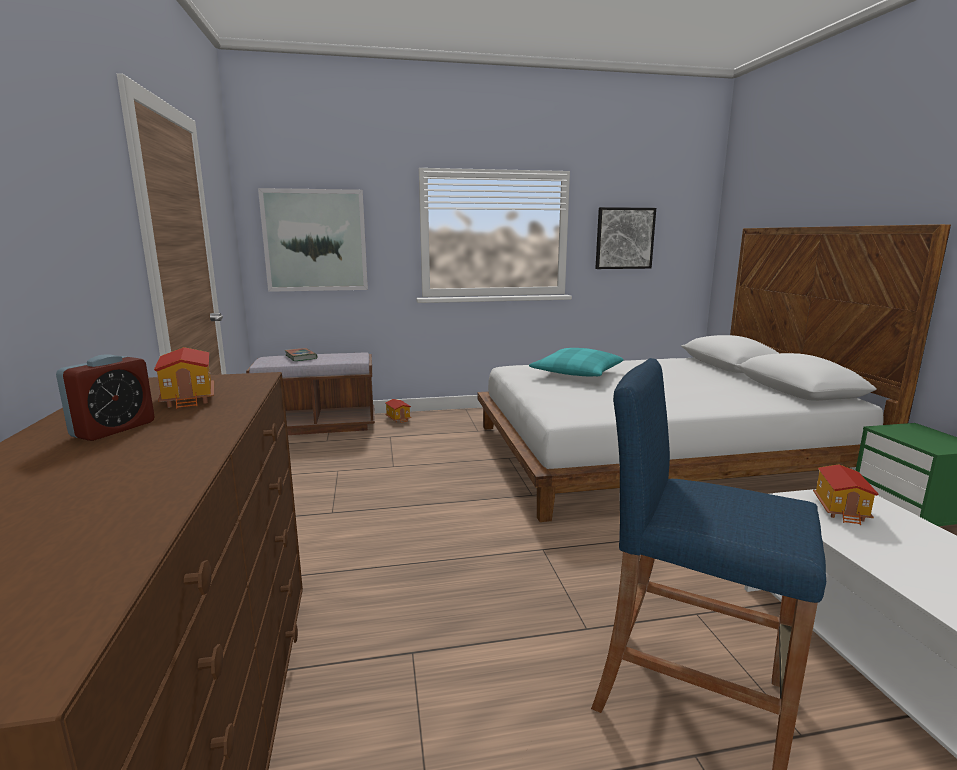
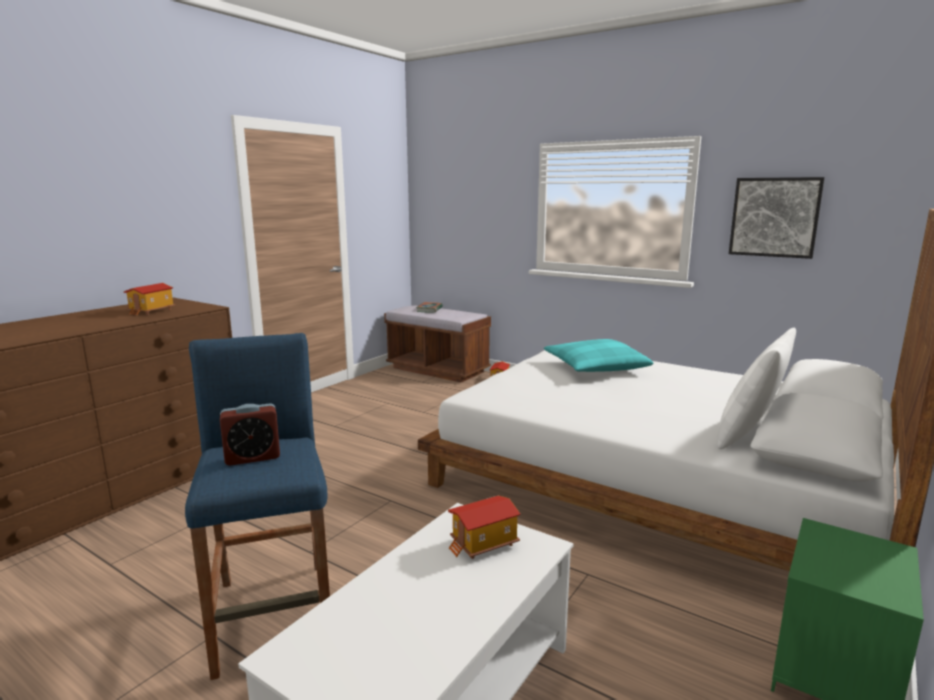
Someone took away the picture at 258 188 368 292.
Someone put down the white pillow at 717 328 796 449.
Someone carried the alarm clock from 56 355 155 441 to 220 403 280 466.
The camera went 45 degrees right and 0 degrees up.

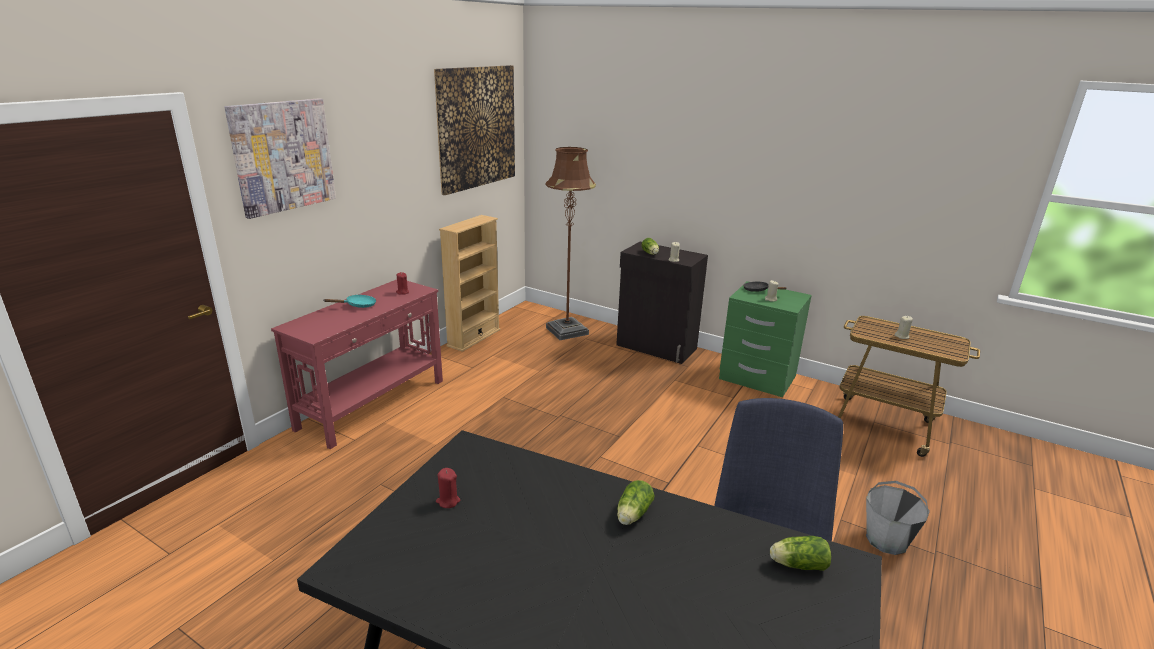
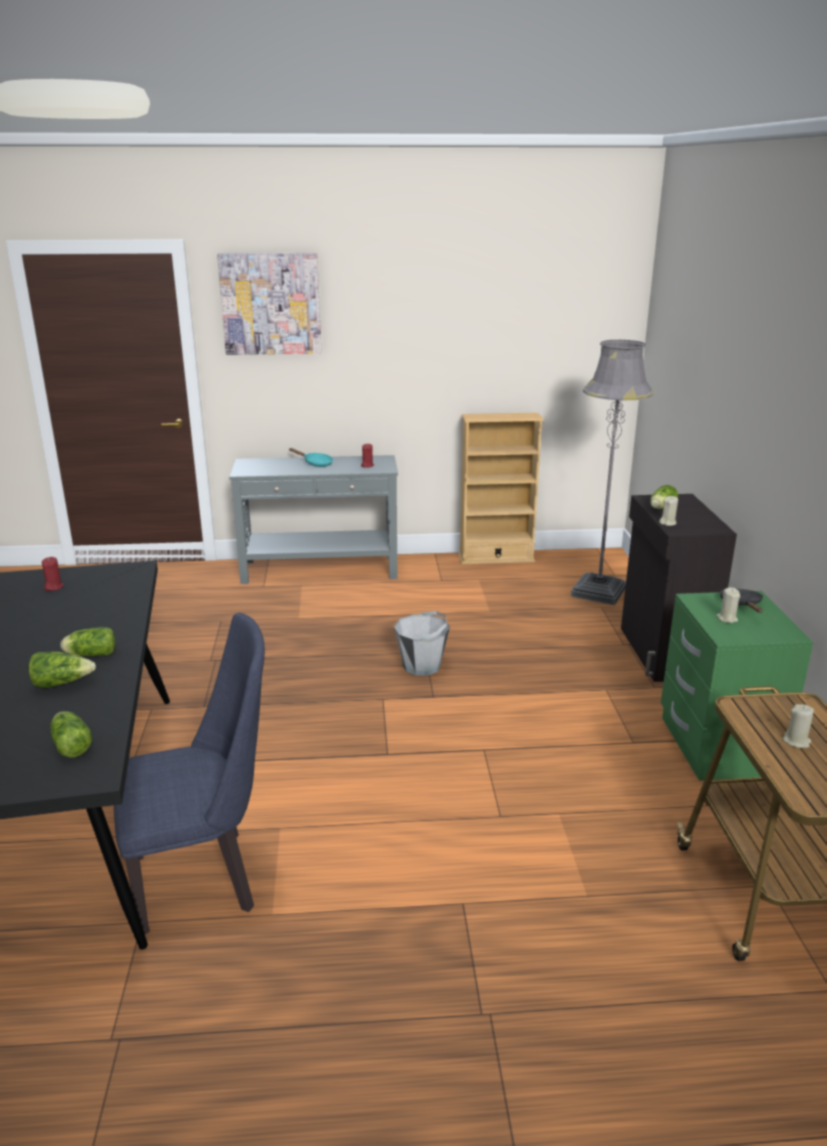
Someone took away the picture at 434 65 515 195.
Someone put down the lettuce at 29 652 96 688.
Someone carried the grey bucket from 866 481 930 555 to 394 611 450 676.
Someone repainted the red console table at 271 280 443 449, which became the grey console table at 229 455 398 584.
Someone repainted the brown floor lamp at 545 147 596 340, which became the grey floor lamp at 571 340 654 606.
The camera went 55 degrees right and 0 degrees up.

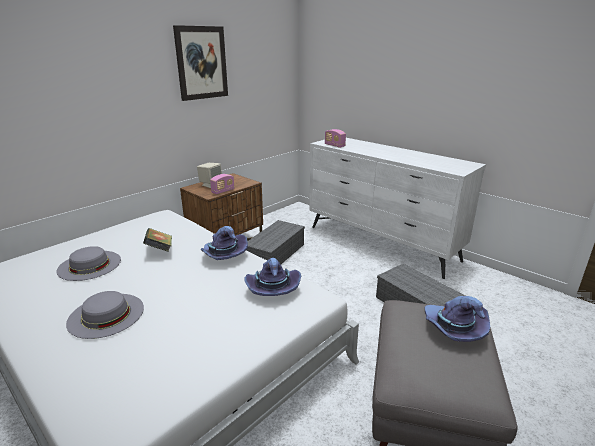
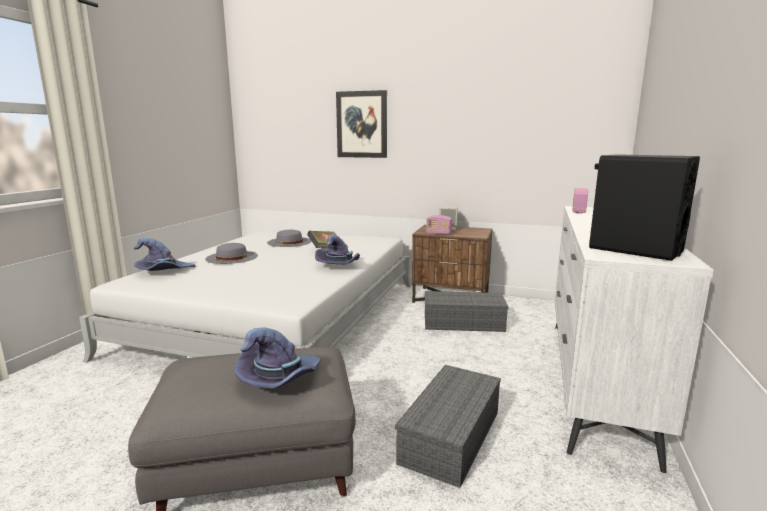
Someone put down the black speaker at 589 154 700 261.
Someone carried the picture from 173 25 228 101 to 336 90 387 158.
Someone carried the purple hat from 245 258 301 296 to 134 238 195 271.
The camera went 65 degrees right and 10 degrees down.

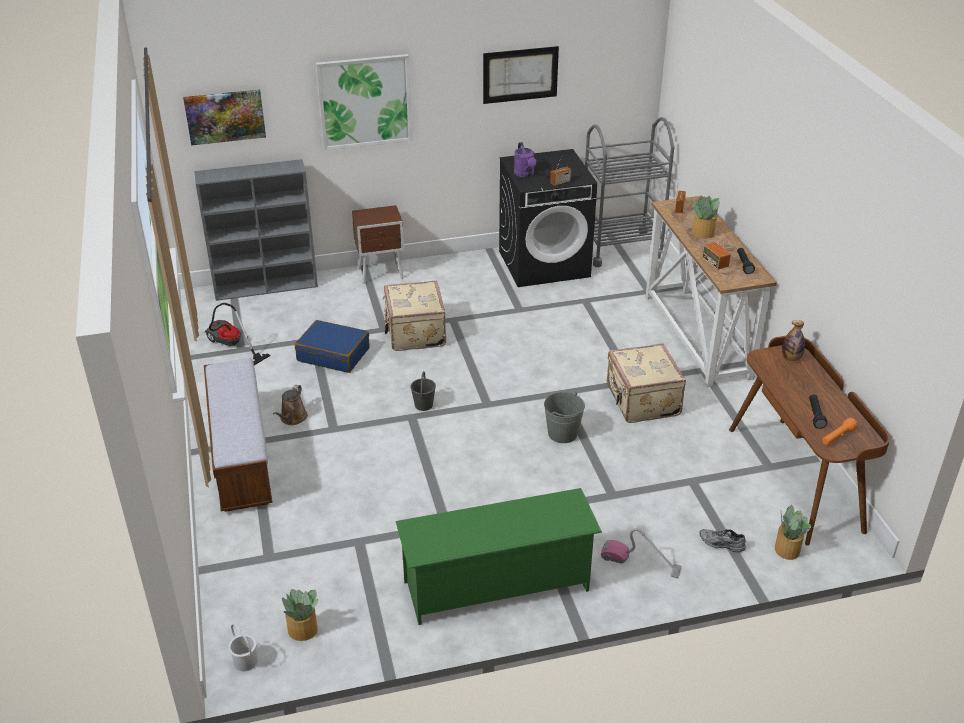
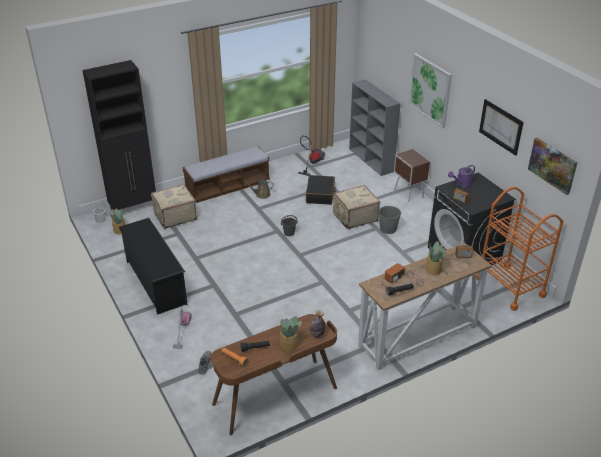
Someone put down the black cabinet at 82 60 156 210.
Someone carried the picture from 183 90 266 145 to 528 138 577 195.
Someone carried the grey bucket from 544 392 585 443 to 378 206 401 234.
Someone carried the beige suitcase from 607 343 686 423 to 151 184 197 229.
Someone carried the potted plant from 775 505 811 560 to 280 316 302 351.
Someone repainted the blue suitcase at 295 320 369 373, which became the black suitcase at 306 175 336 205.
Someone repainted the green shoe rack at 396 488 602 625, which became the black shoe rack at 119 218 187 315.
Someone repainted the grey cart at 585 117 674 267, which became the orange cart at 476 187 563 311.
The camera went 75 degrees right and 0 degrees up.

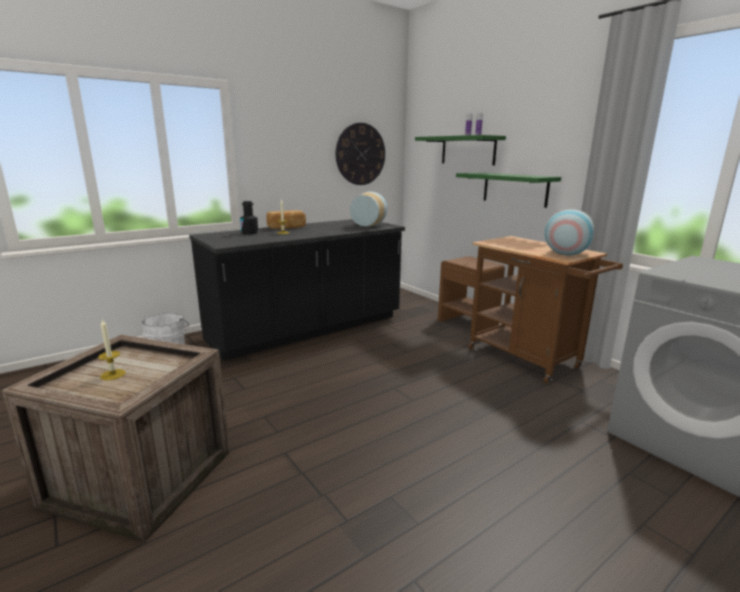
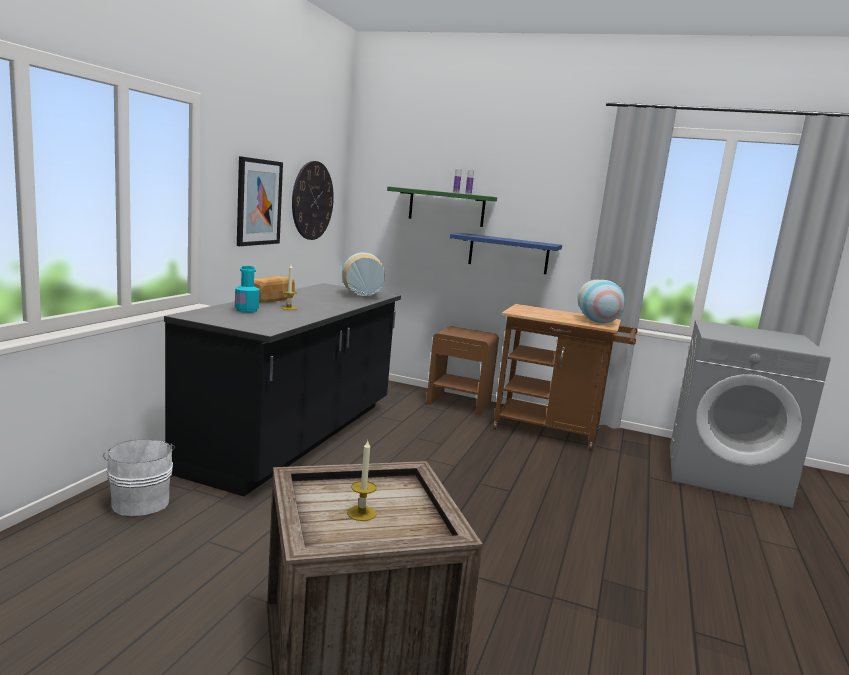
Someone put up the picture at 237 156 283 246.
Someone repainted the black bottle at 240 201 258 235, which became the turquoise bottle at 235 266 260 312.
Someone repainted the green shelf at 456 173 561 208, which became the blue shelf at 450 233 562 274.
The camera went 35 degrees left and 5 degrees down.

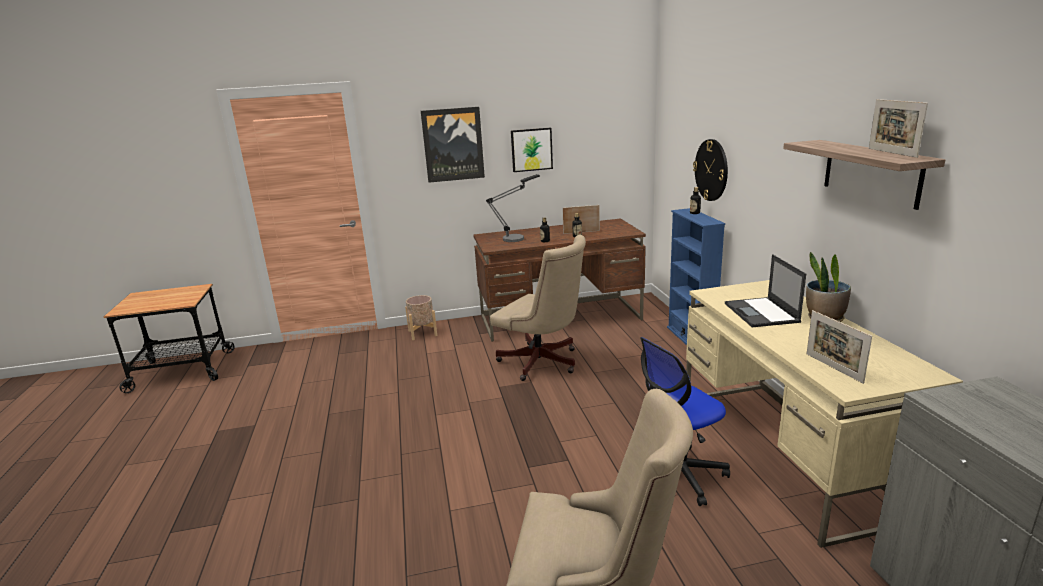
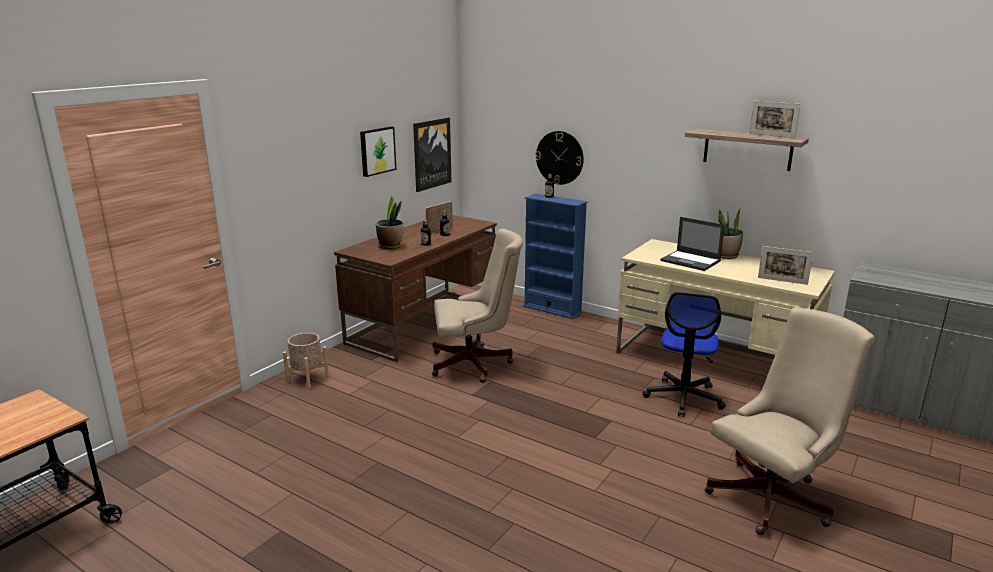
Someone carried the picture from 421 107 485 183 to 413 117 451 192.
Someone swapped the table lamp at 486 174 540 242 for the potted plant at 376 194 404 249.
The camera went 45 degrees left and 0 degrees up.

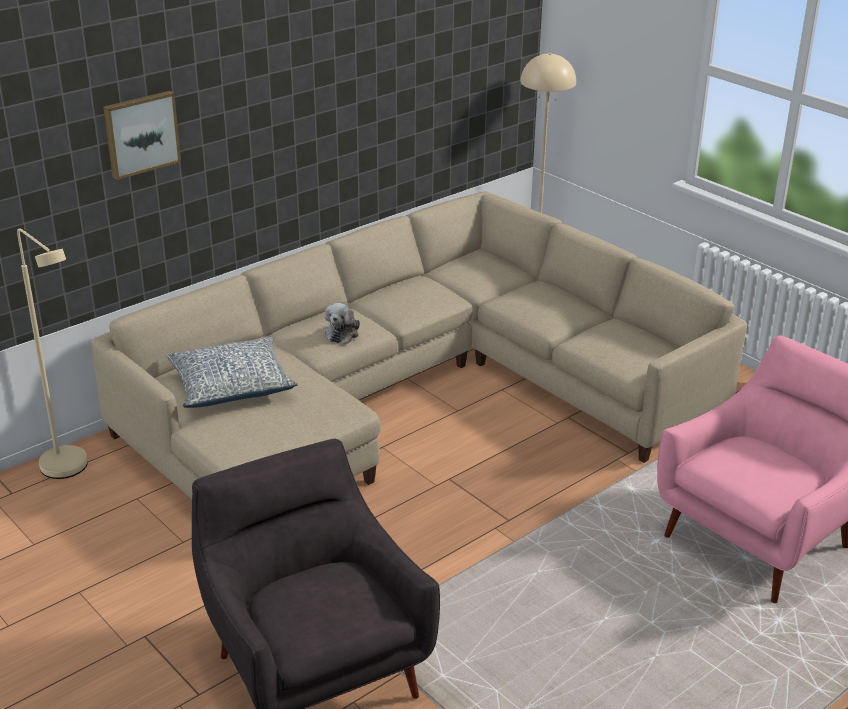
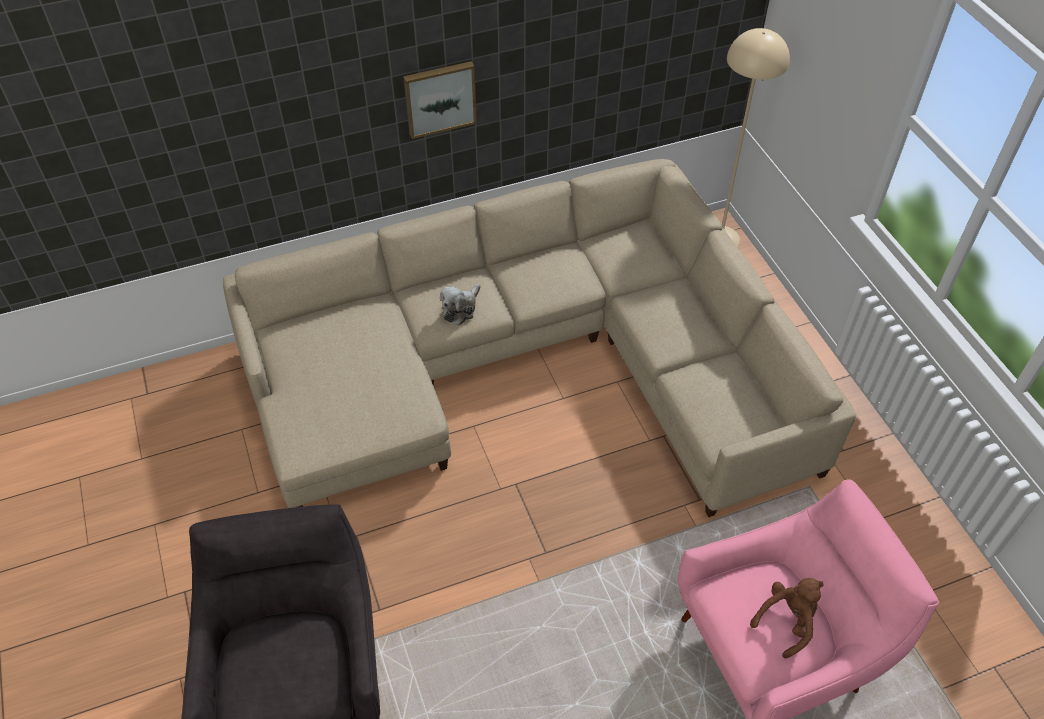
Someone took away the beige floor lamp at 17 229 88 479.
Someone took away the pillow at 166 337 298 408.
Someone put down the brown plush toy at 750 578 824 658.
Someone carried the picture from 103 91 181 180 to 403 61 477 139.
The camera went 20 degrees right and 20 degrees up.

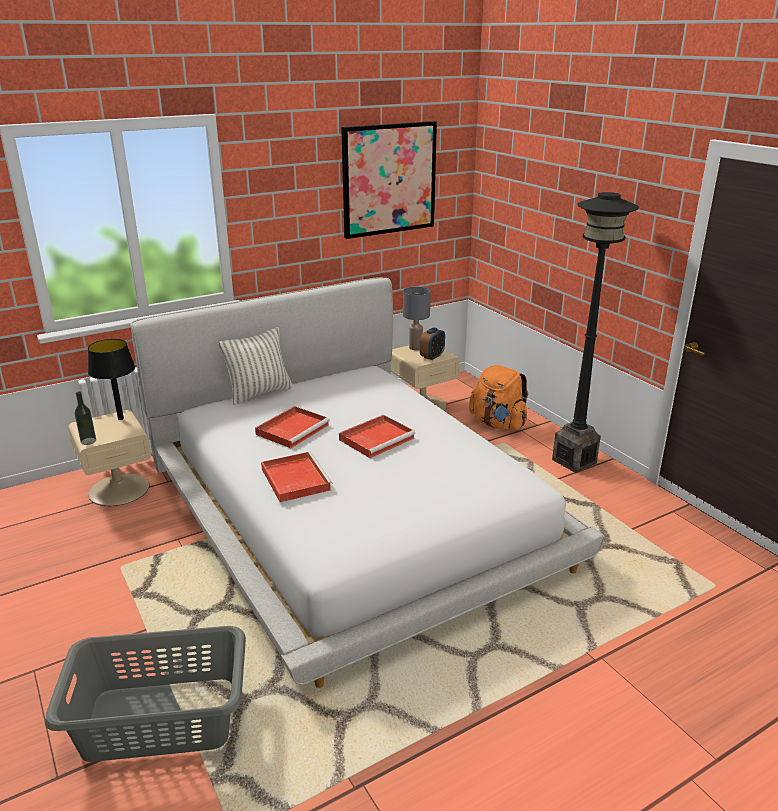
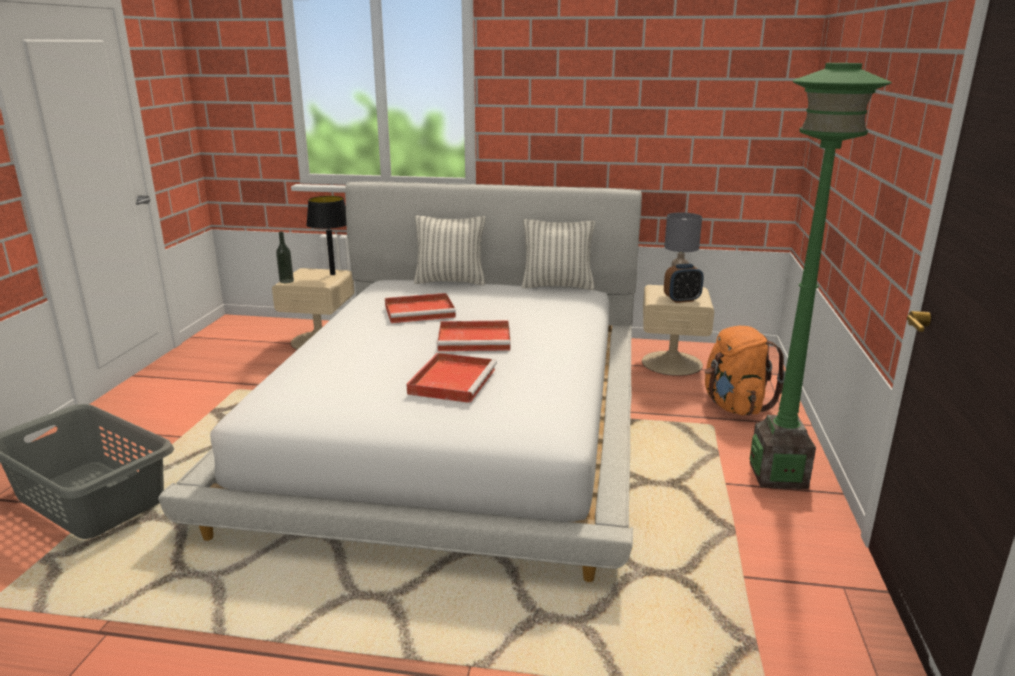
Someone took away the picture at 341 121 437 239.
Someone put down the pillow at 521 219 595 290.
Someone carried the red tray from 261 452 333 502 to 407 353 497 403.
Someone repainted the black floor lamp at 552 192 639 473, which became the green floor lamp at 750 63 892 489.
The camera went 40 degrees right and 5 degrees down.

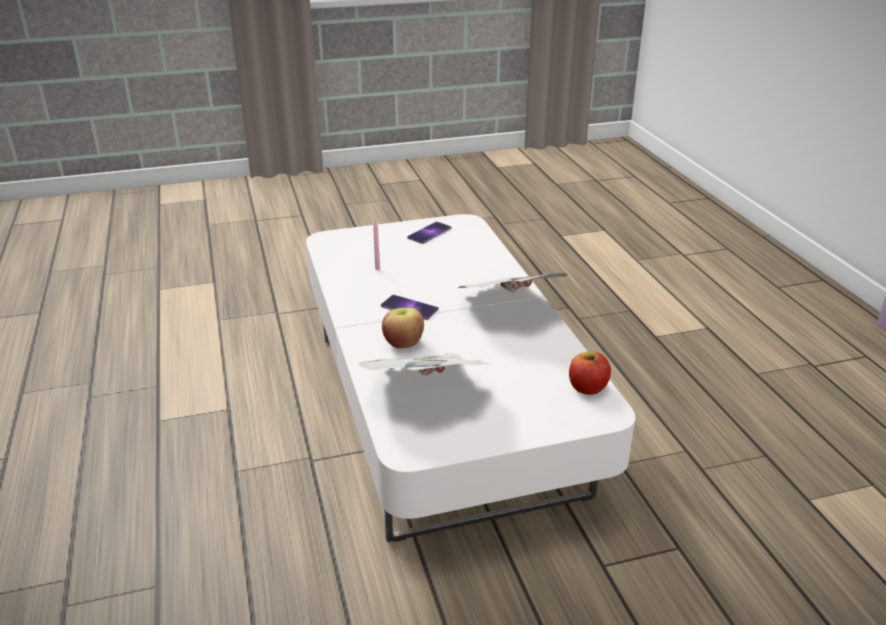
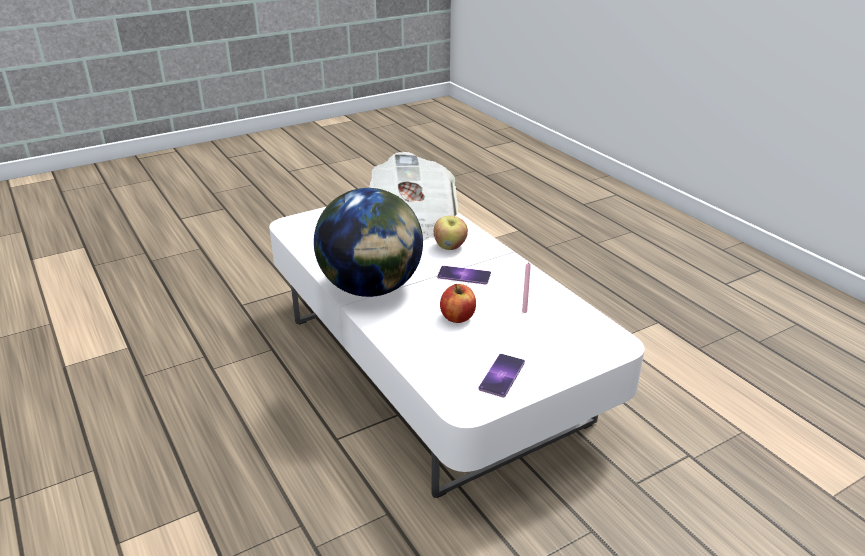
Someone carried the apple from 569 351 611 395 to 440 284 476 323.
Someone swapped the newspaper at 458 273 569 292 for the globe at 314 188 423 297.
The camera went 165 degrees right and 0 degrees up.

